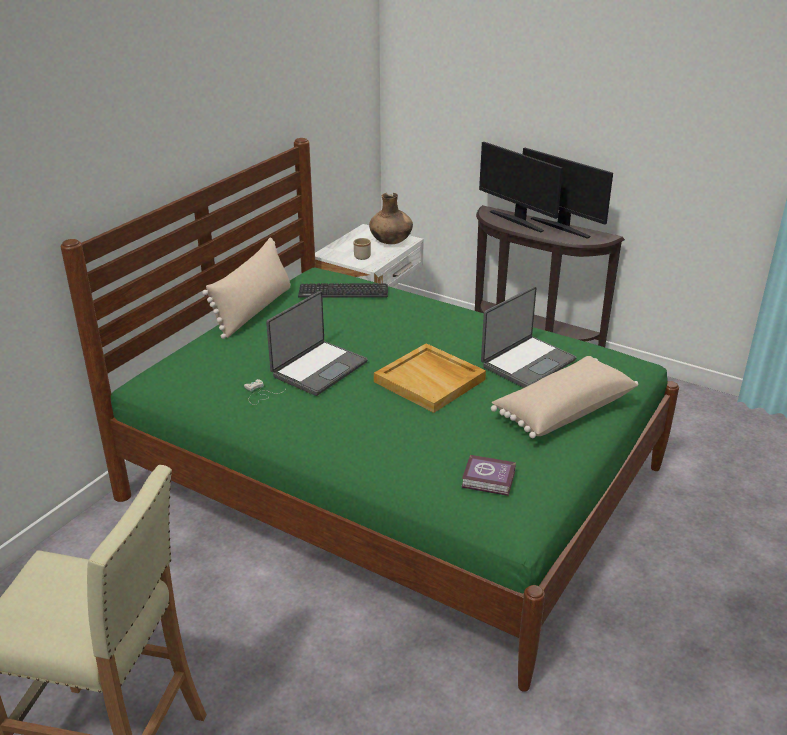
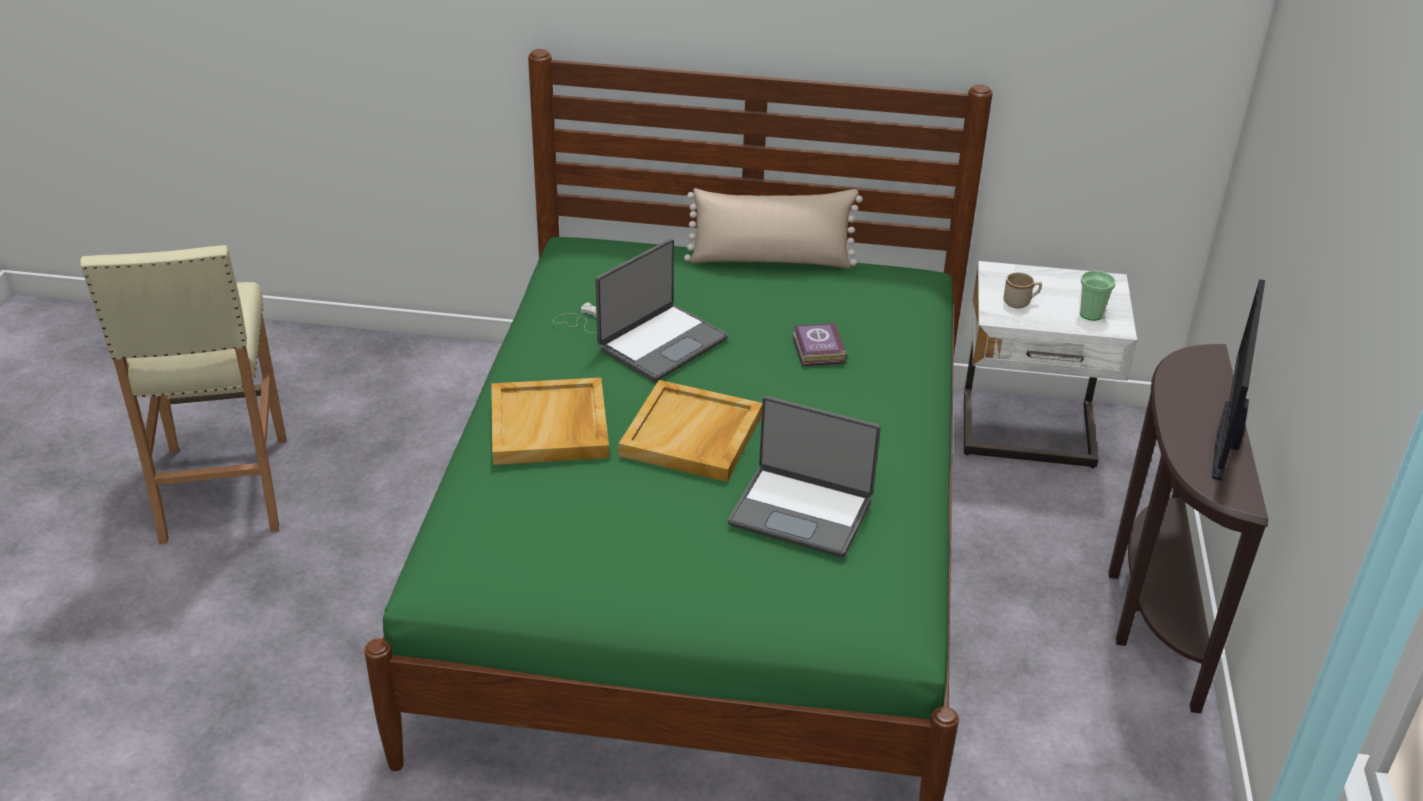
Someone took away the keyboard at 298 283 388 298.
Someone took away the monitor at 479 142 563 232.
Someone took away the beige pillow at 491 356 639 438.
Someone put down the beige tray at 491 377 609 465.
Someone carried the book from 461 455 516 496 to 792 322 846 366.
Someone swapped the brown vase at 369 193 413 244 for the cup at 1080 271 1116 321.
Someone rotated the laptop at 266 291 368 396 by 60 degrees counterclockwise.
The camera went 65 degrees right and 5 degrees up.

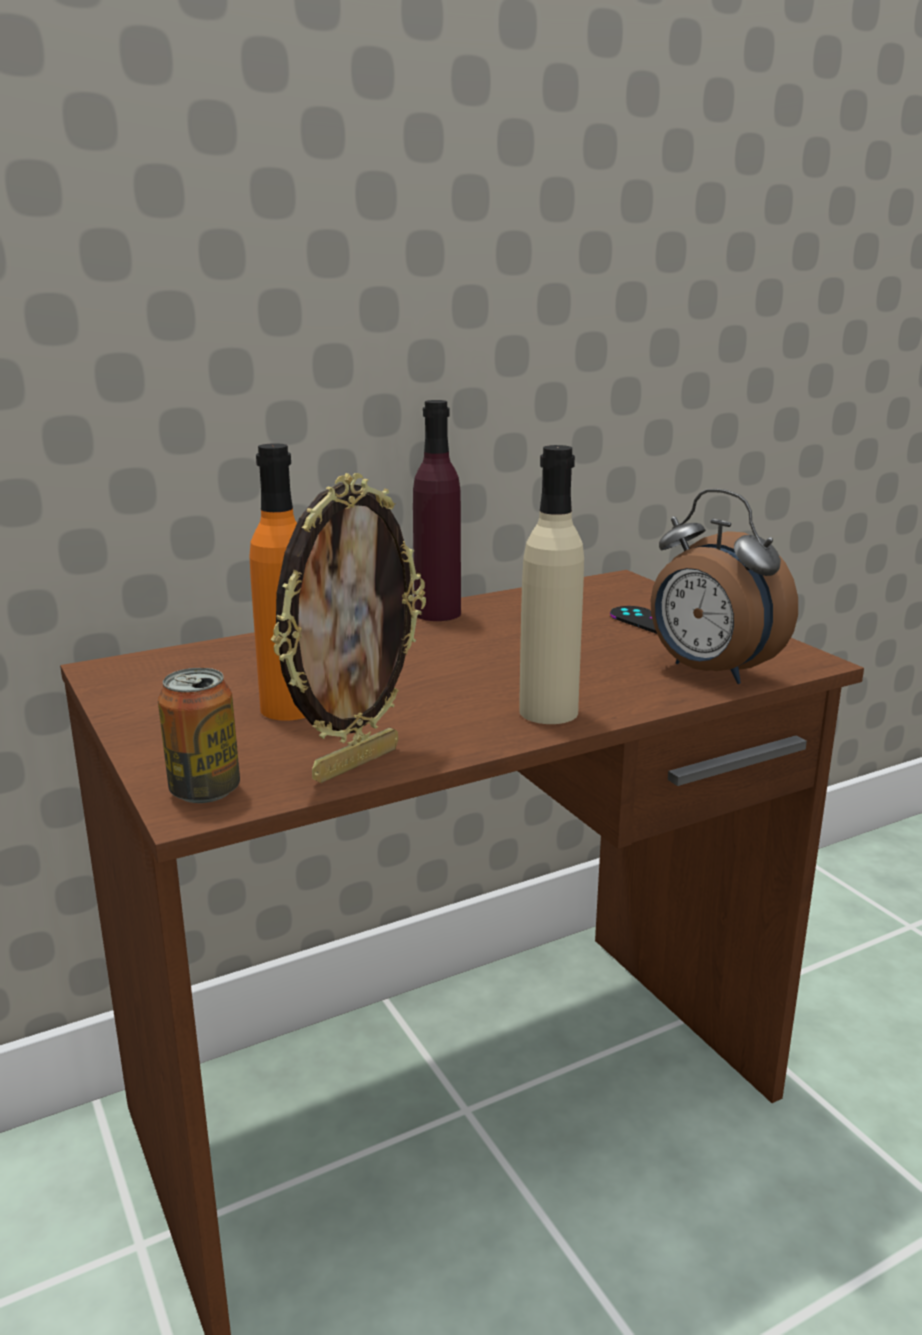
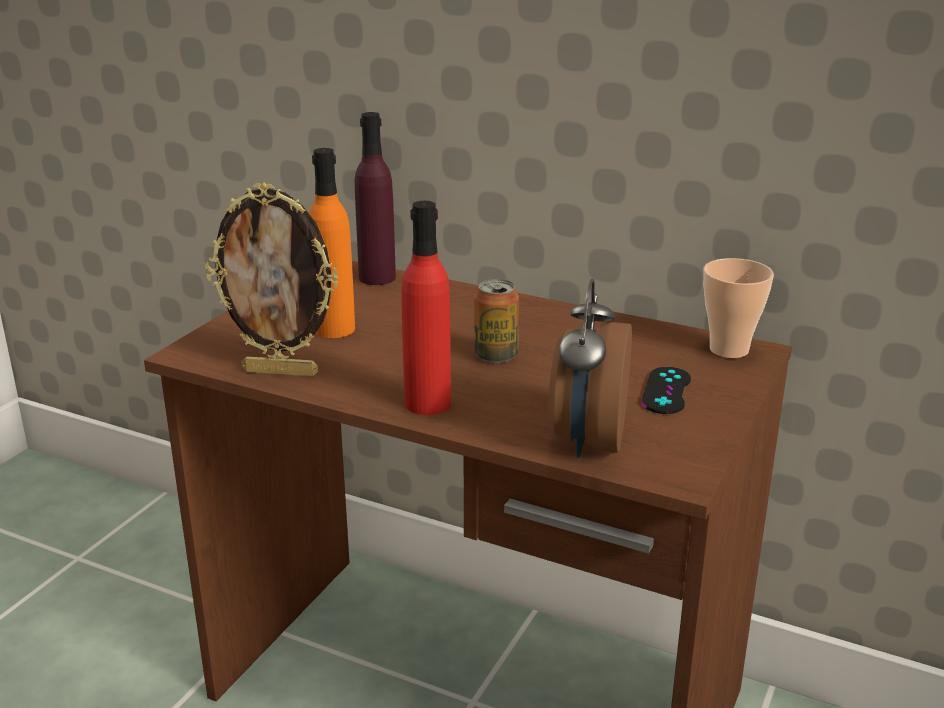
Someone put down the cup at 703 258 774 358.
Someone carried the can from 158 668 240 803 to 474 279 519 363.
Someone carried the purple bottle from 413 400 461 621 to 355 112 396 285.
Someone repainted the beige bottle at 519 445 584 724, which became the red bottle at 402 201 451 415.
The camera went 55 degrees right and 5 degrees up.

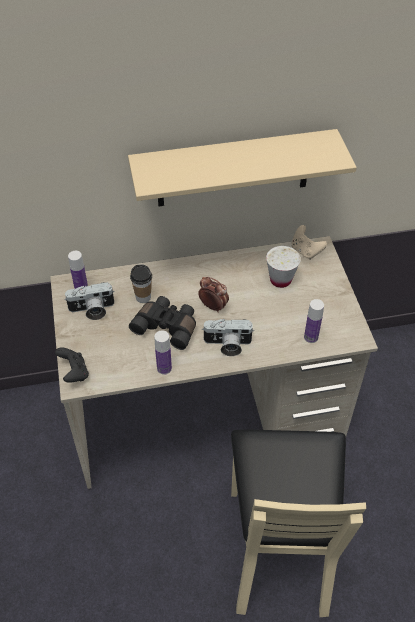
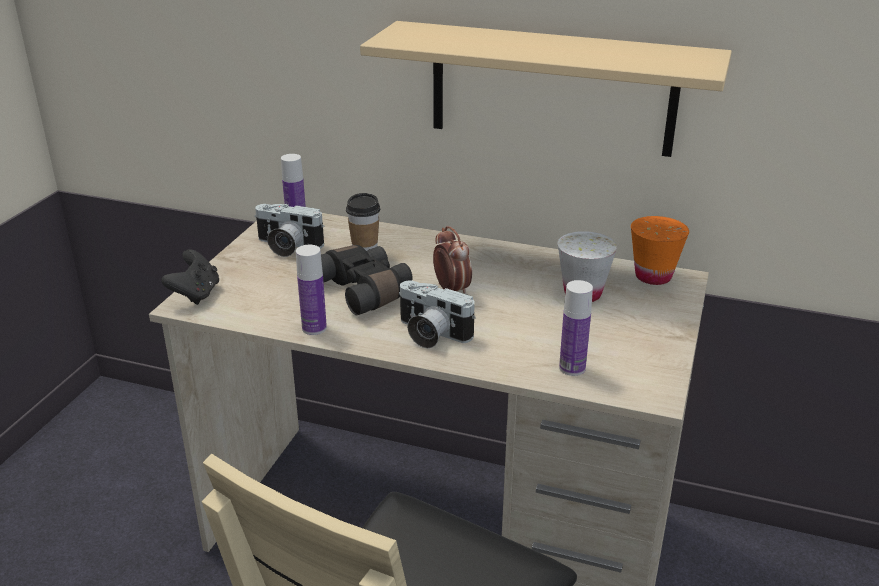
Someone swapped the beige game controller at 291 225 327 260 for the orange cup at 631 216 689 285.
The camera went 30 degrees right and 20 degrees down.

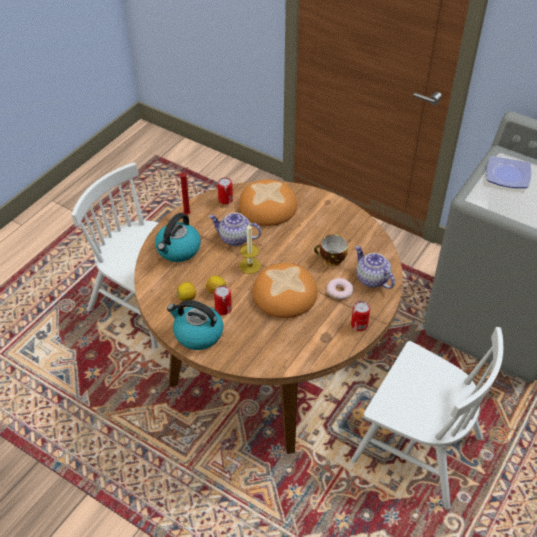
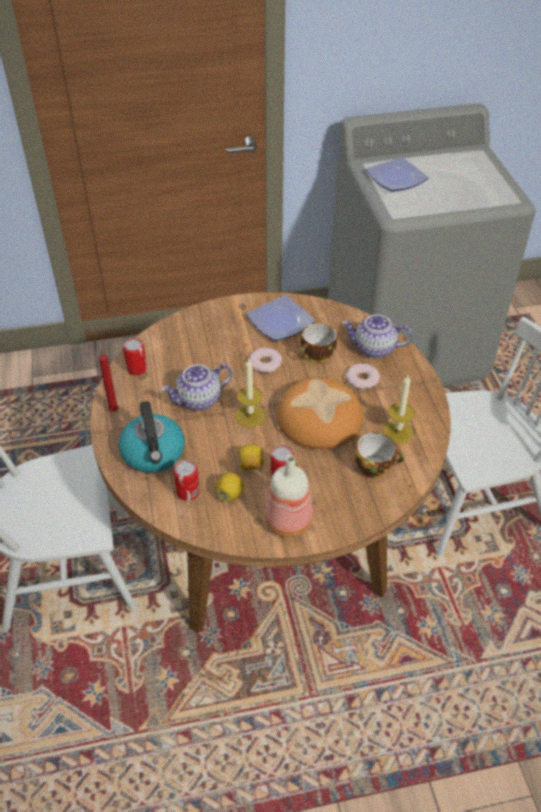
Someone took away the bread at 239 179 297 226.
Someone put down the plate at 247 295 315 341.
Someone put down the donut at 249 348 282 373.
Someone put down the cup at 355 433 405 478.
Someone put down the candle at 383 375 415 444.
Someone carried the can from 351 301 370 331 to 173 460 200 501.
Someone swapped the kettle at 167 300 223 350 for the bottle at 265 455 313 537.
The camera went 45 degrees left and 0 degrees up.

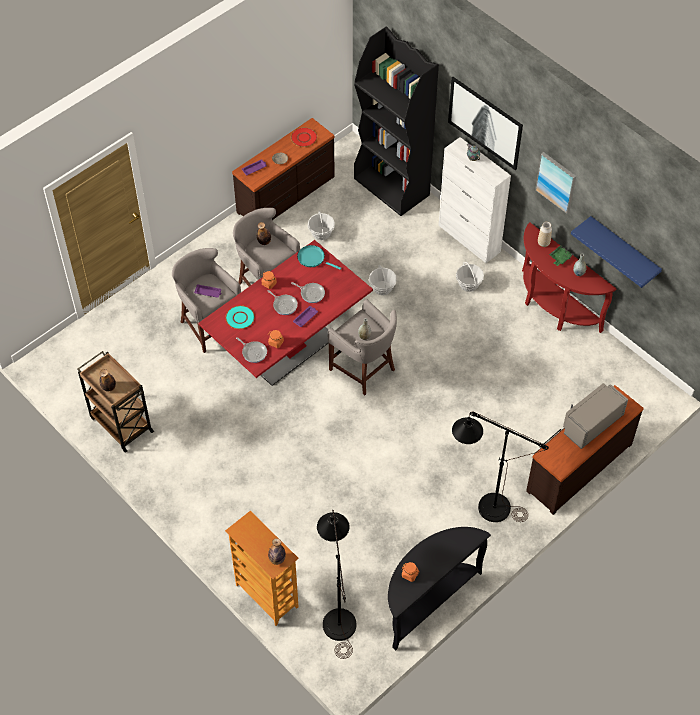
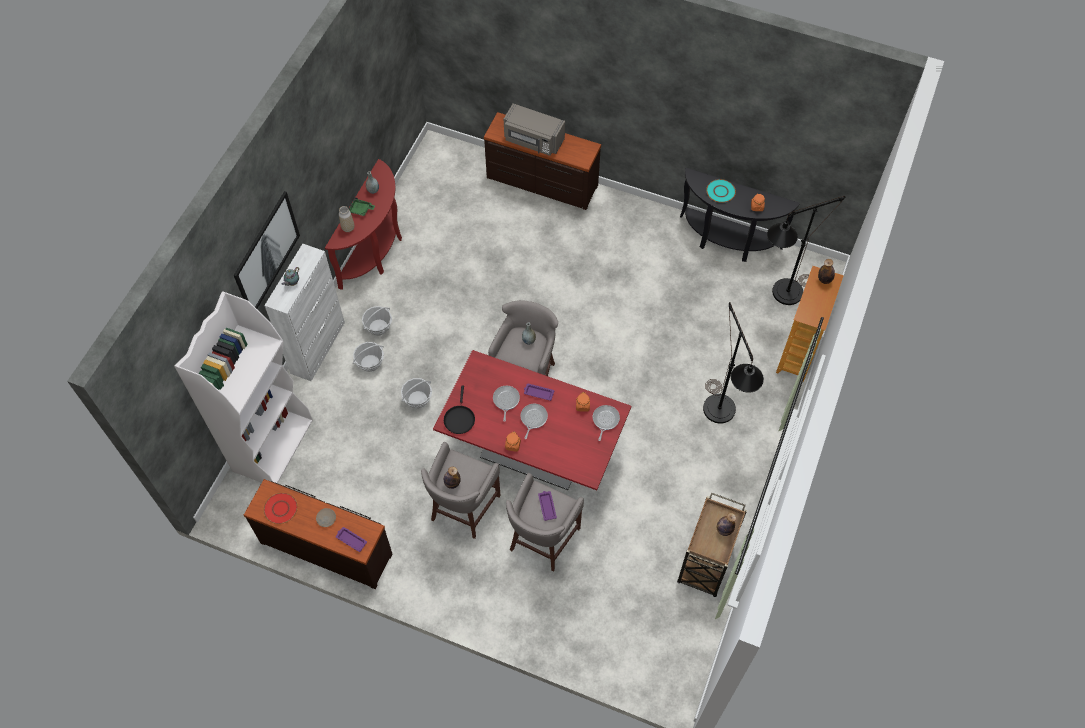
Someone took away the picture at 535 152 576 214.
Someone took away the blue shelf at 571 216 662 288.
Someone carried the turquoise plate from 225 305 255 329 to 706 179 736 203.
Someone carried the basket from 308 211 335 240 to 352 342 384 372.
Someone carried the black floor lamp from 452 411 549 522 to 703 302 764 424.
Someone repainted the turquoise frying pan at 297 245 341 270, which became the black frying pan at 444 386 475 434.
Someone repainted the black bookcase at 354 27 439 216, which became the white bookcase at 174 291 313 483.
The camera went 115 degrees left and 5 degrees up.

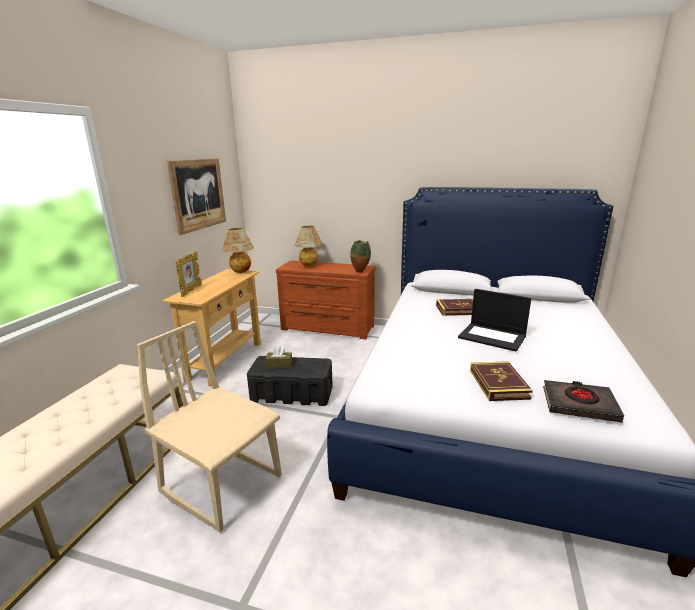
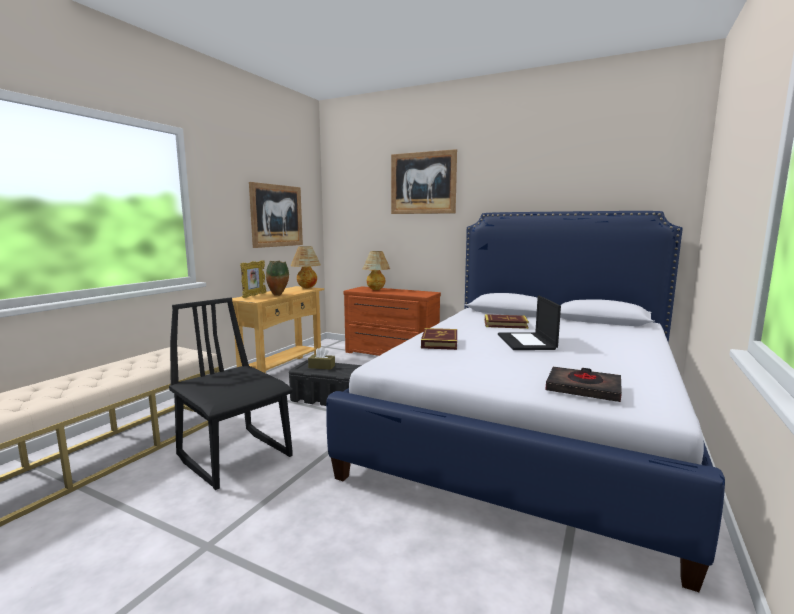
Someone put up the picture at 391 149 457 214.
Someone carried the vase from 350 240 371 272 to 266 261 289 296.
Someone carried the book from 470 361 533 401 to 421 328 457 350.
Someone repainted the beige chair at 137 321 282 533, which became the black chair at 169 298 293 490.
Someone rotated the laptop at 458 289 531 352 by 45 degrees clockwise.
The camera went 10 degrees right and 10 degrees down.

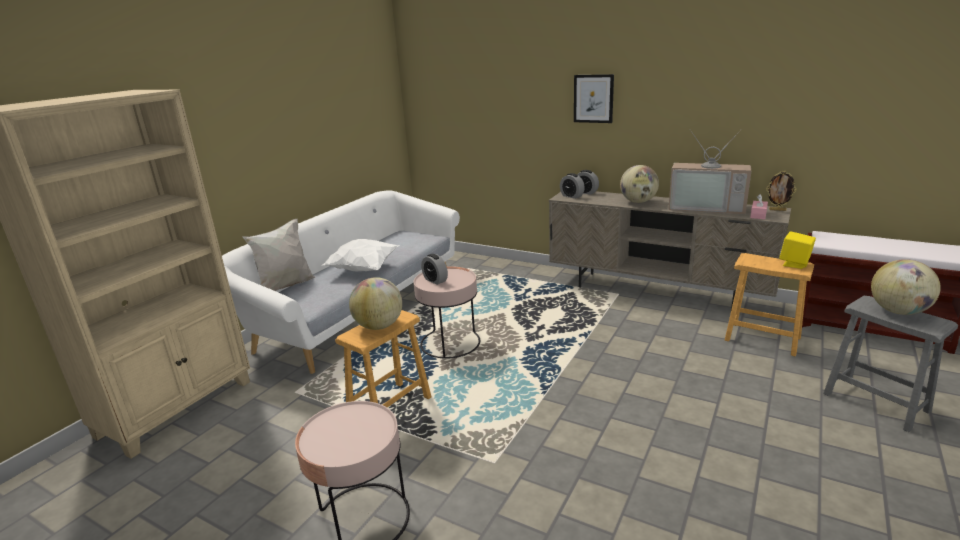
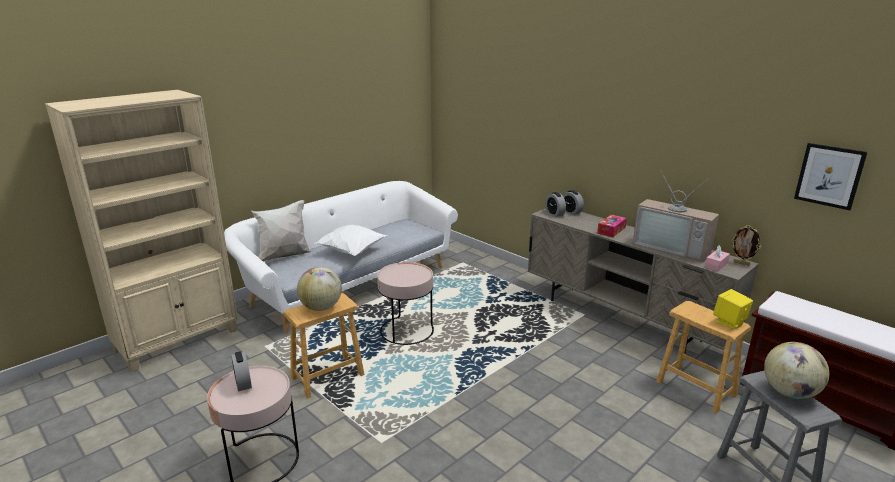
Someone carried the alarm clock from 421 254 448 285 to 231 351 252 392.
Someone carried the picture from 574 74 614 123 to 794 143 868 210.
Someone swapped the globe at 620 165 659 203 for the tissue box at 597 215 627 237.
The camera went 15 degrees right and 0 degrees up.

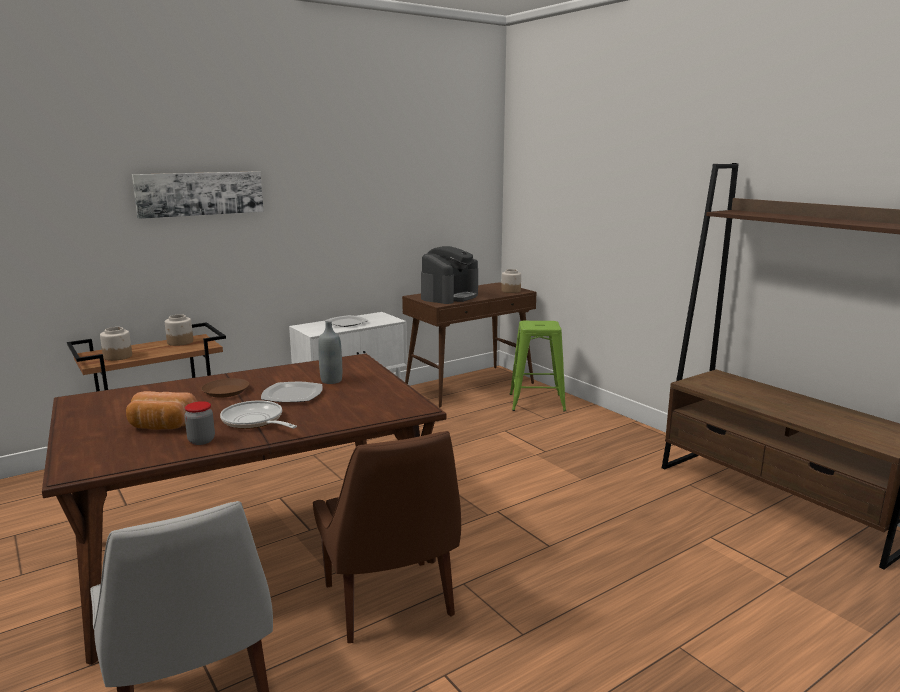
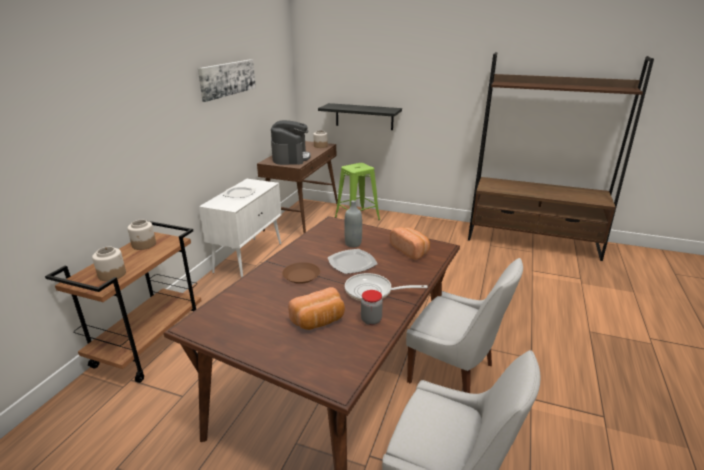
Someone put up the black shelf at 318 103 402 130.
Someone put down the bread at 390 227 430 260.
Someone carried the picture from 132 171 264 219 to 198 59 256 102.
Someone repainted the brown chair at 313 431 461 643, which became the white chair at 406 258 523 393.
The camera went 35 degrees left and 10 degrees up.

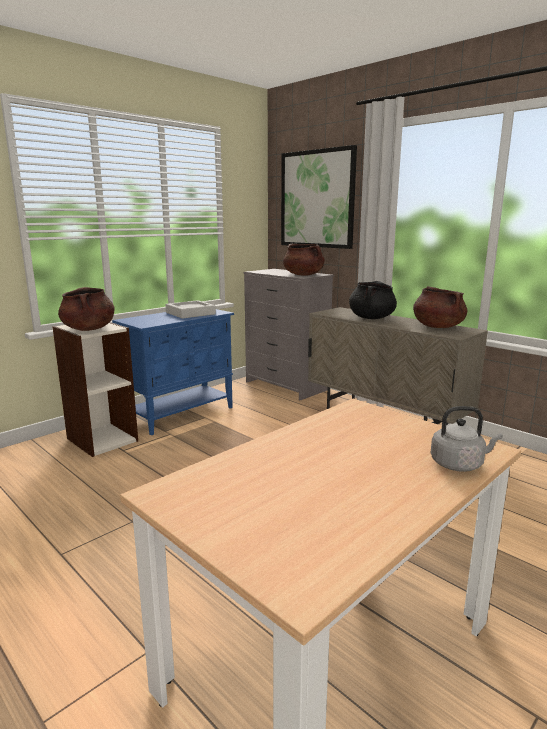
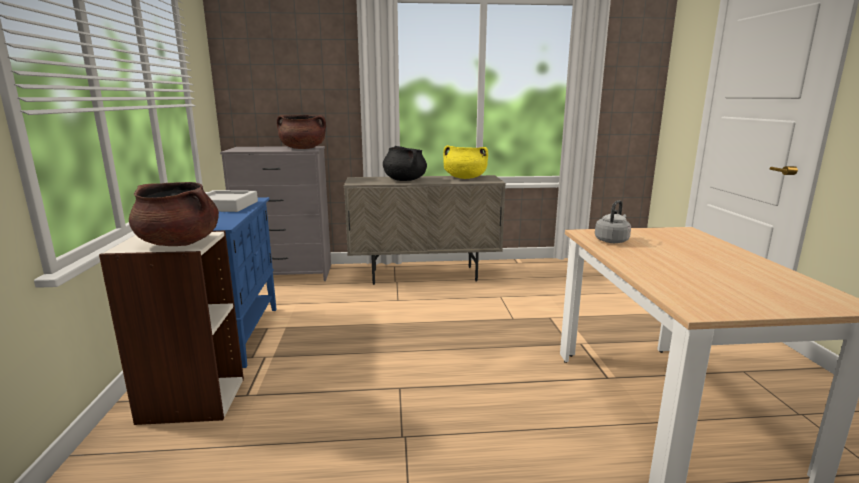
Someone took away the picture at 281 145 357 249.
Someone carried the grey kettle from 431 406 503 472 to 595 200 631 243.
Someone repainted the brown cooking pot at 413 286 467 328, which became the yellow cooking pot at 443 145 488 179.
The camera went 50 degrees left and 0 degrees up.

